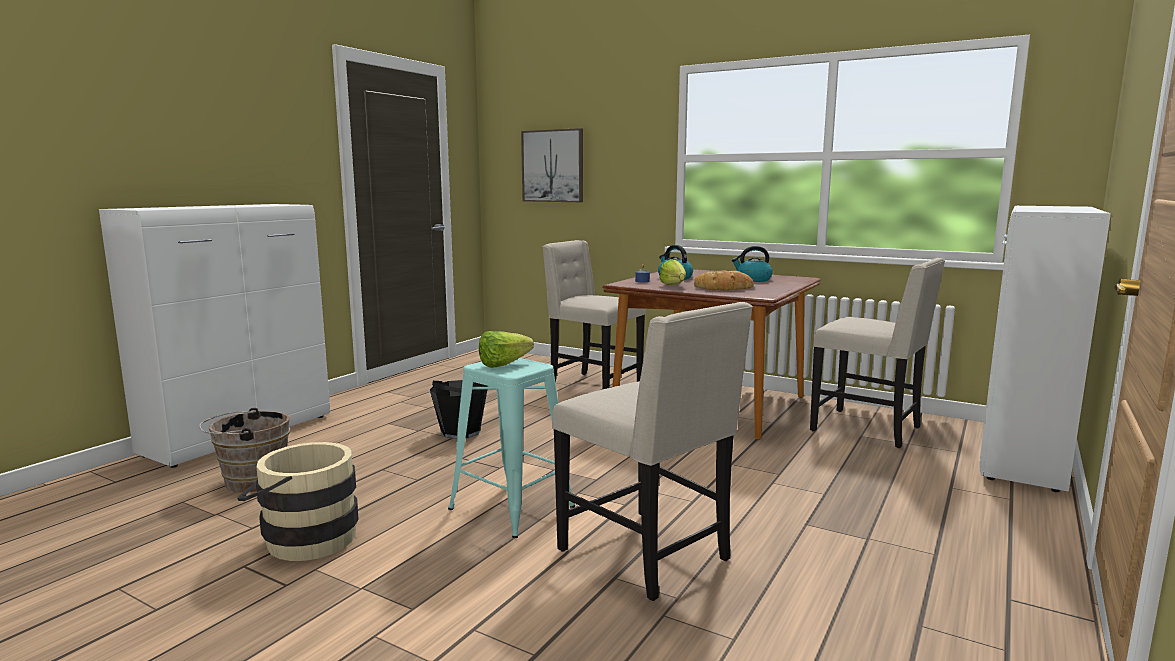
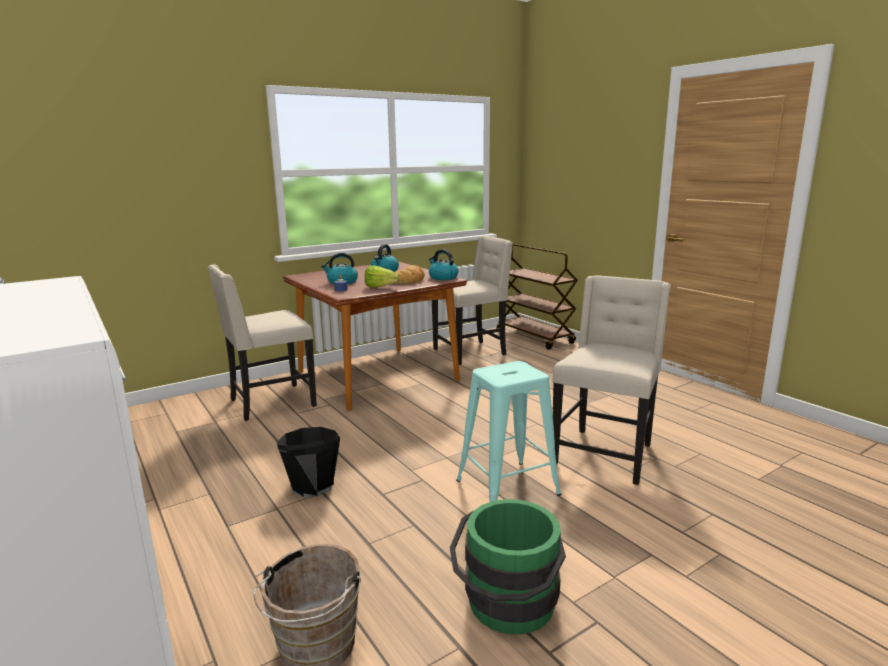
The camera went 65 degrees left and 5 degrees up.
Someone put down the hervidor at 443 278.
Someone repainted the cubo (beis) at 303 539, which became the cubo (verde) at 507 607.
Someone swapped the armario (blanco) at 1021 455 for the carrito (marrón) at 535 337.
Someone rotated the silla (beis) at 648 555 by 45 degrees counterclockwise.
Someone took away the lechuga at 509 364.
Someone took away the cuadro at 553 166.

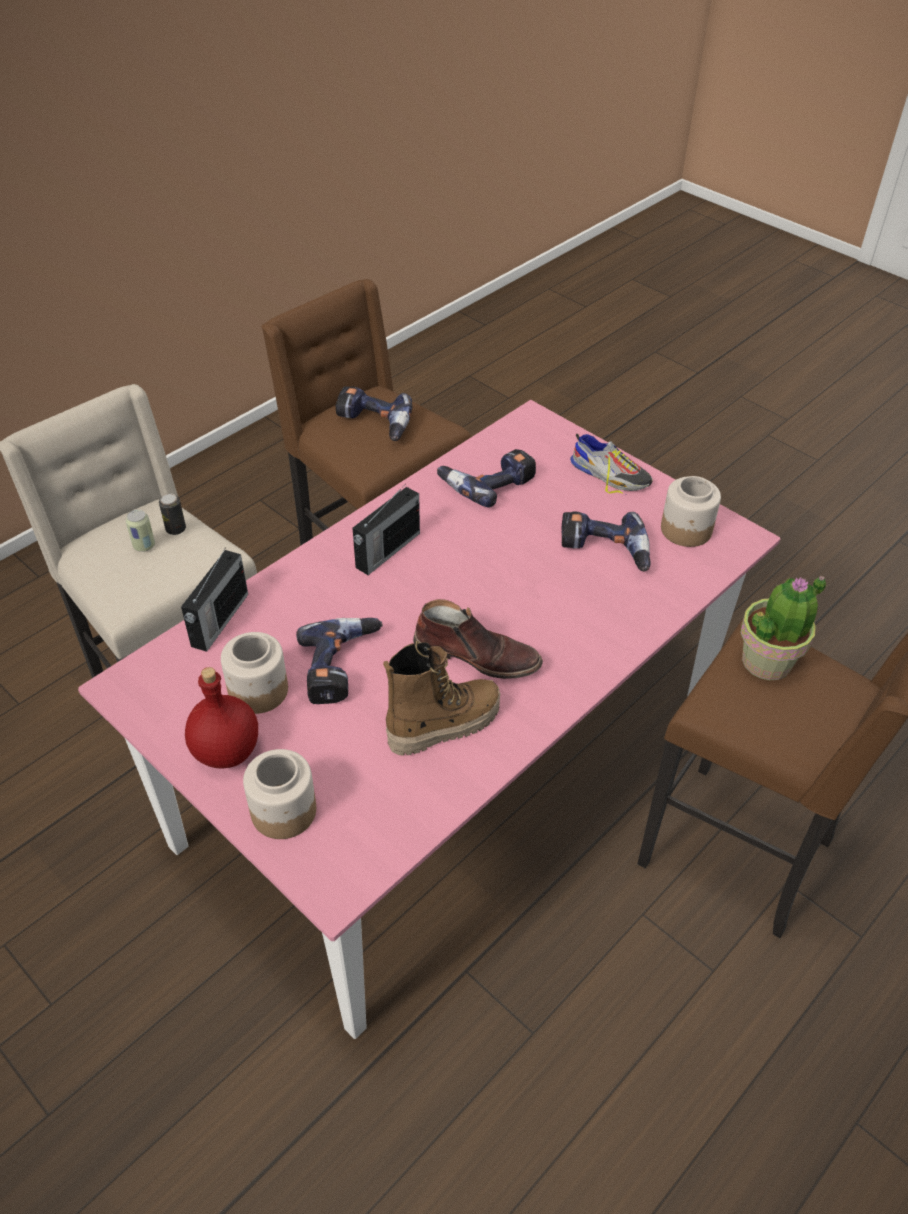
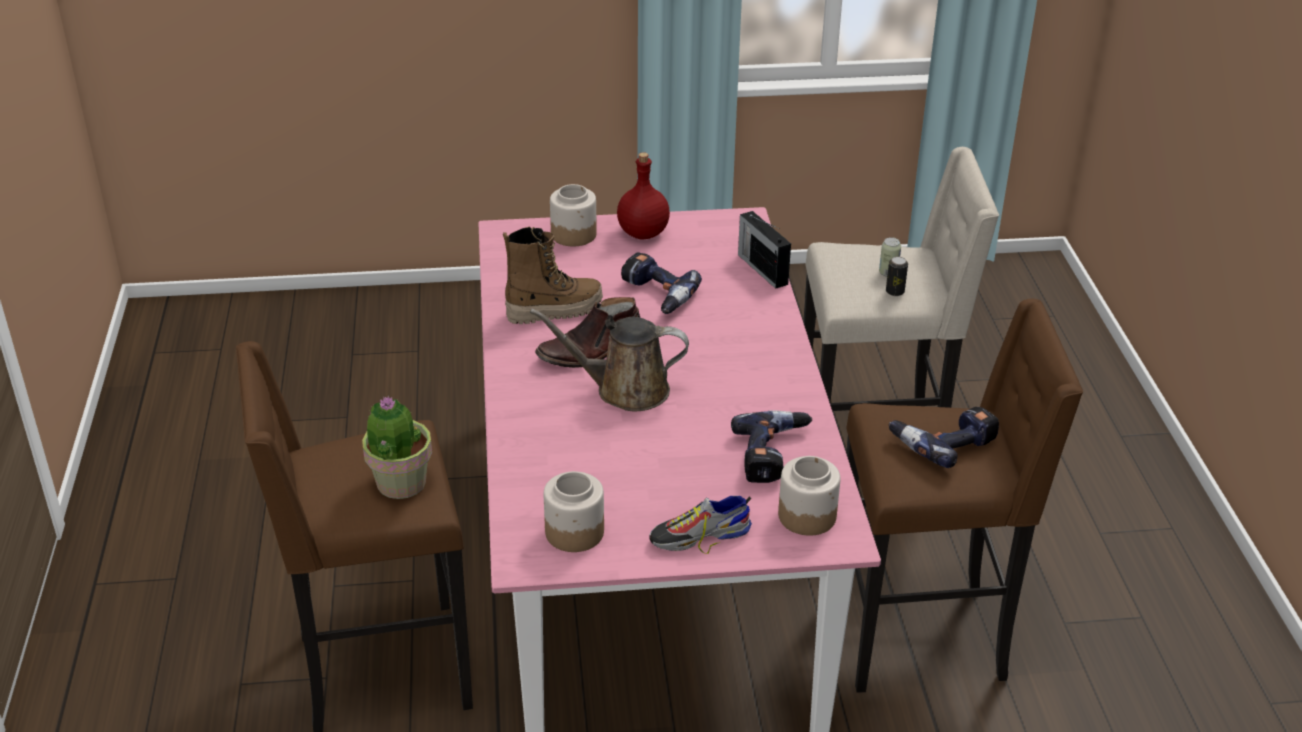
The camera went 130 degrees right and 10 degrees down.
Someone rotated the bota at 444 724 by 120 degrees counterclockwise.
Someone put down the regadera (marrón) at 625 390.
Someone carried the tarro from 257 691 to 807 515.
Someone took away the radio at 386 551.
Someone took away the taladro at 603 552.

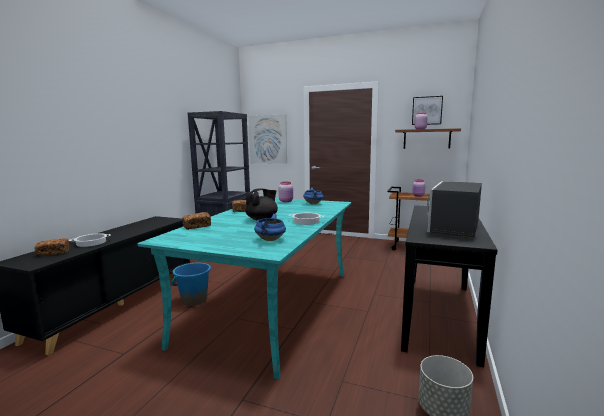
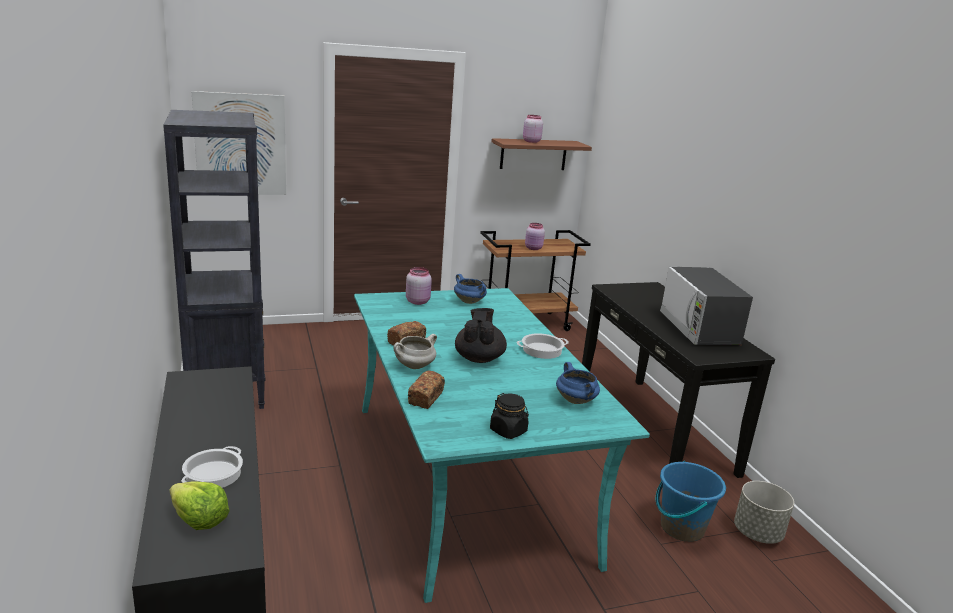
The camera went 40 degrees left and 10 degrees up.
Someone swapped the pan at 53 253 for the lechuga at 199 519.
Someone put down the olla (blanco) at 414 366.
Someone put down the tarro (negro) at 508 431.
Someone carried the cubo (azul) from 194 300 to 681 528.
Someone took away the cuadro at 427 110.

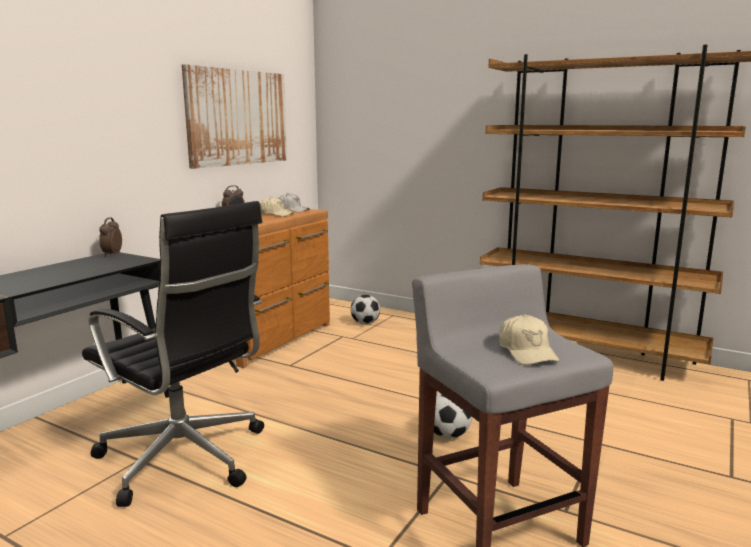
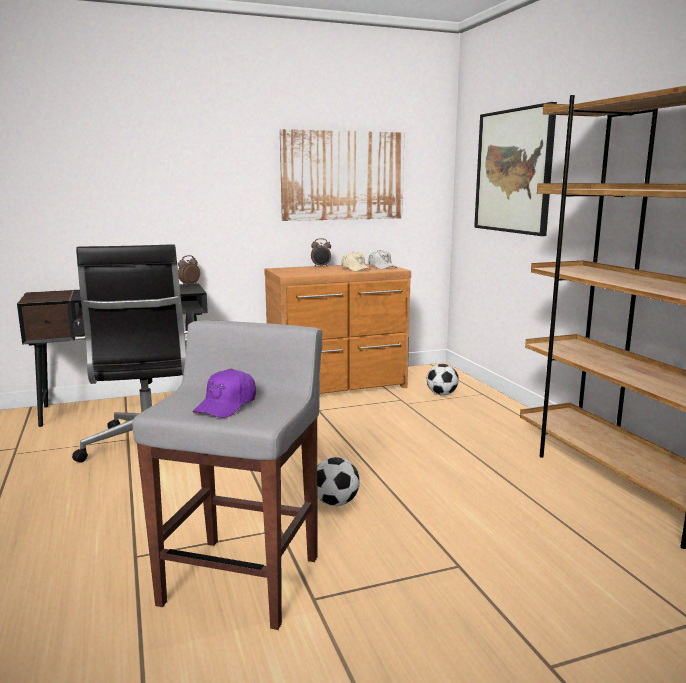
The camera went 40 degrees right and 0 degrees up.
Someone repainted the gorra (beis) at 527 352, which became the gorra (morado) at 227 405.
Someone put up the cuadro at 513 171.

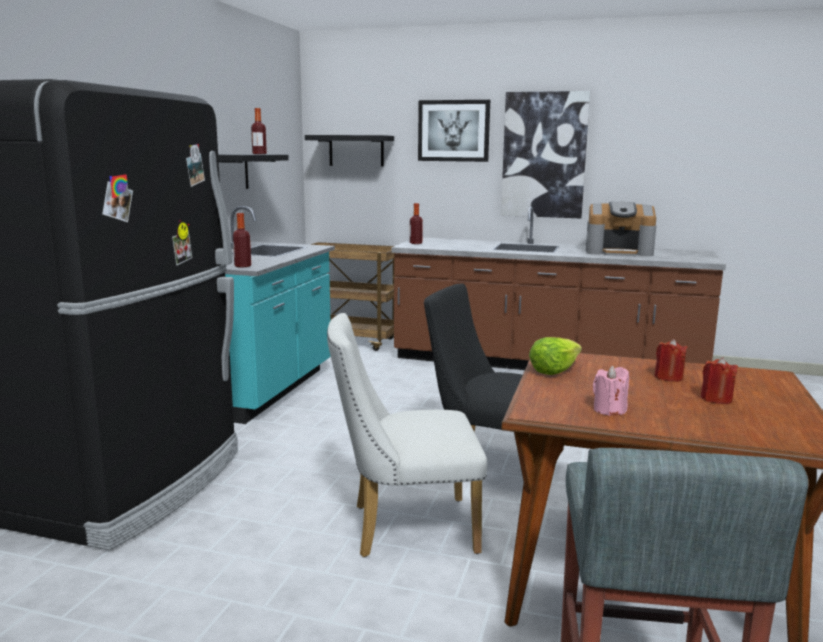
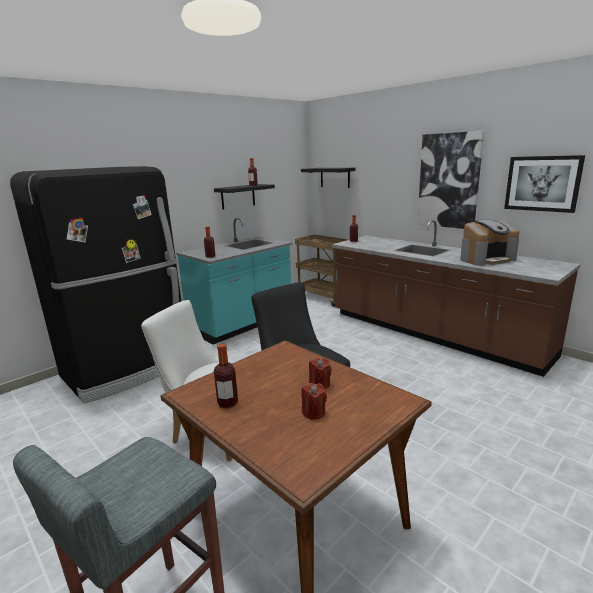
The camera went 30 degrees right and 5 degrees up.
Someone swapped the vela (rosa) at 609 410 for the botella at 227 403.
Someone rotated the cafetera at 619 252 by 60 degrees counterclockwise.
Someone carried the cuadro from 453 131 to 542 183.
Someone took away the lechuga at 553 370.

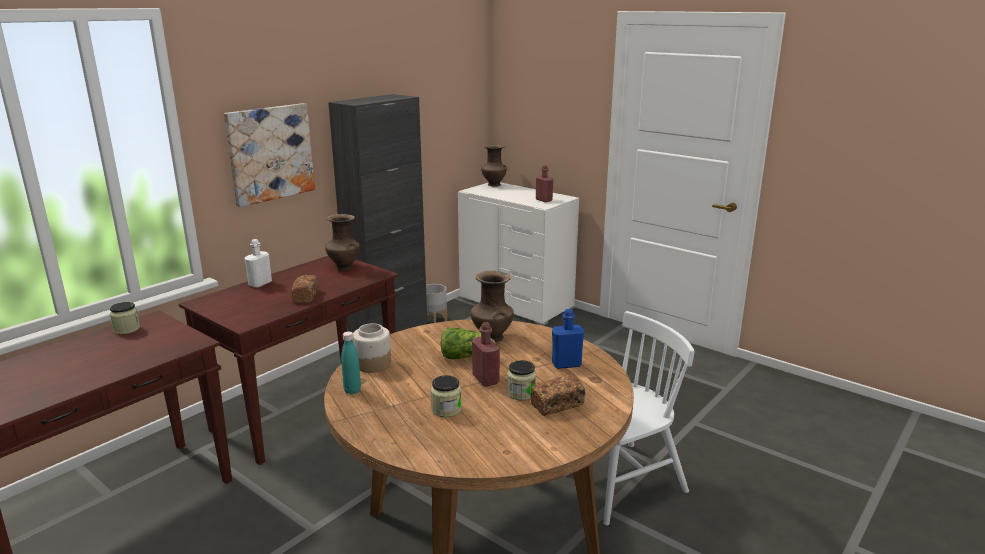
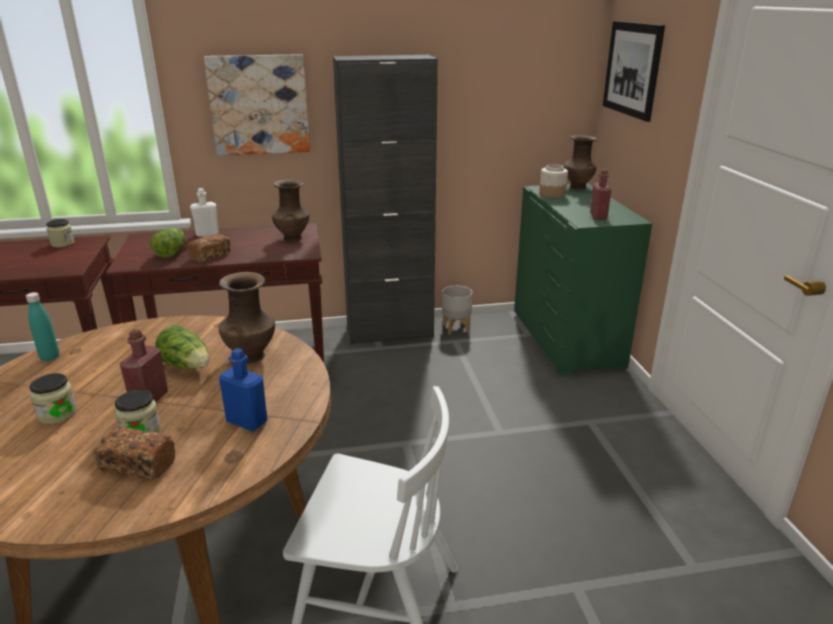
The camera went 40 degrees right and 5 degrees up.
Someone put down the lechuga at 171 252.
Someone repainted the cómoda (blanco) at 516 303, which became the cómoda (verde) at 567 339.
Someone carried the tarro from 372 364 to 552 194.
Someone put up the cuadro at 632 69.

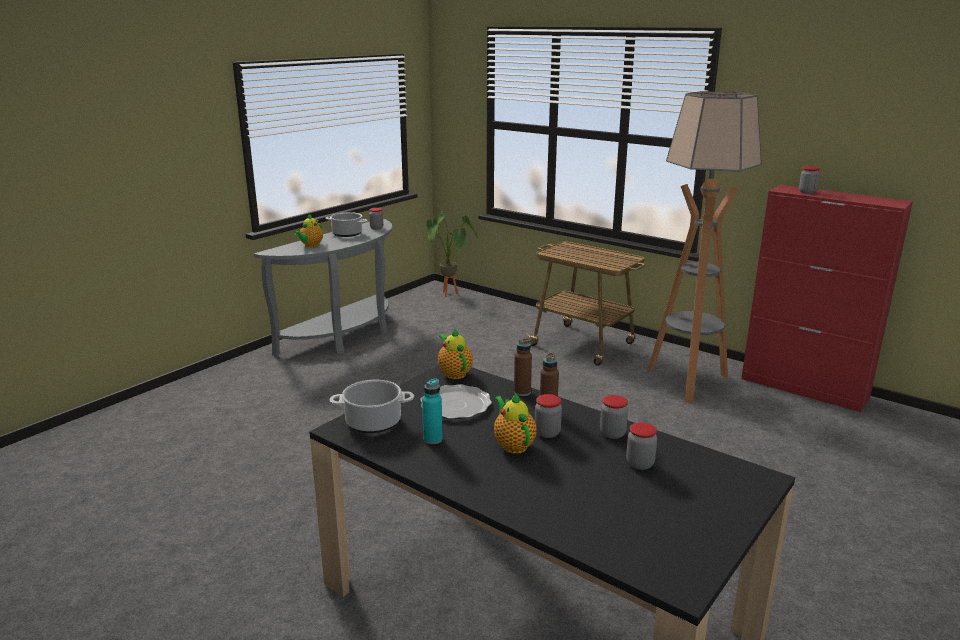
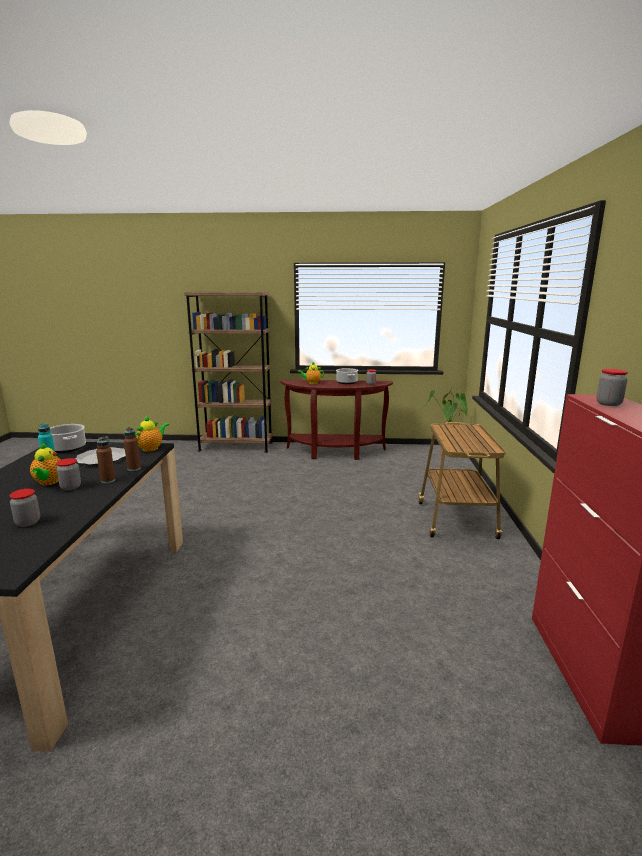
The camera went 55 degrees right and 5 degrees down.
Someone rotated the tetera at 513 445 by 135 degrees clockwise.
Someone put down the estantería (marrón) at 236 446.
Someone repainted the mesa consola (gris) at 345 337, which became the mesa consola (marrón) at 335 453.
Someone took away the tarro at 612 433.
Someone took away the lámpara de pie at 687 381.

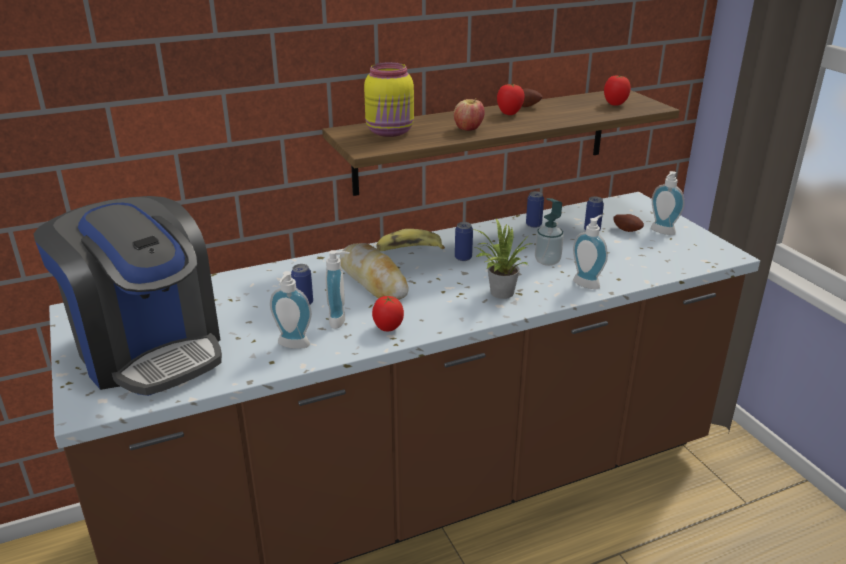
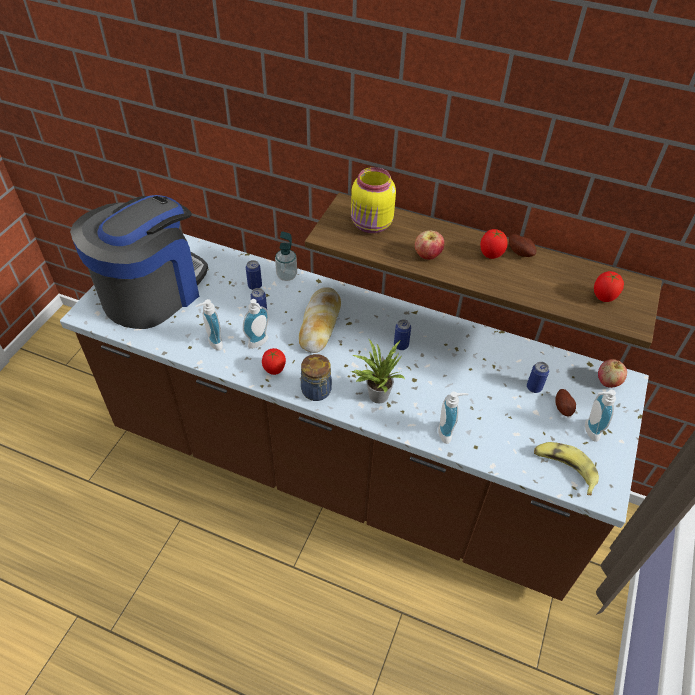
The camera went 45 degrees right and 20 degrees up.
Someone rotated the cafetera at 148 349 by 150 degrees counterclockwise.
Someone carried the lata from 533 225 to 255 286.
Someone carried the dispensador de jabón from 547 261 to 286 275.
Someone put down the tarro at 317 392.
Someone carried the plátano from 409 250 to 564 468.
Someone put down the manzana at 608 381.

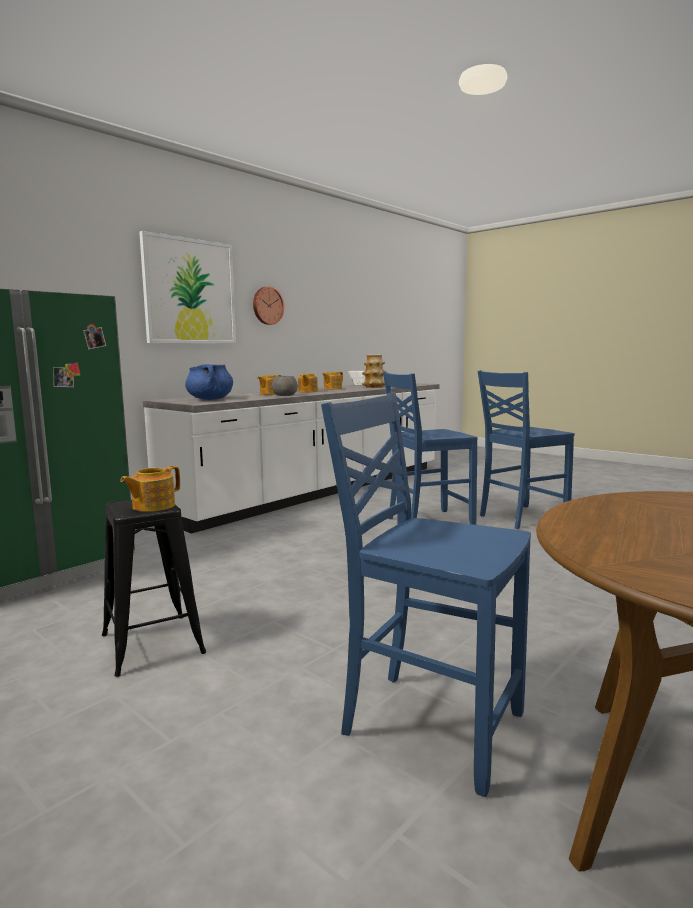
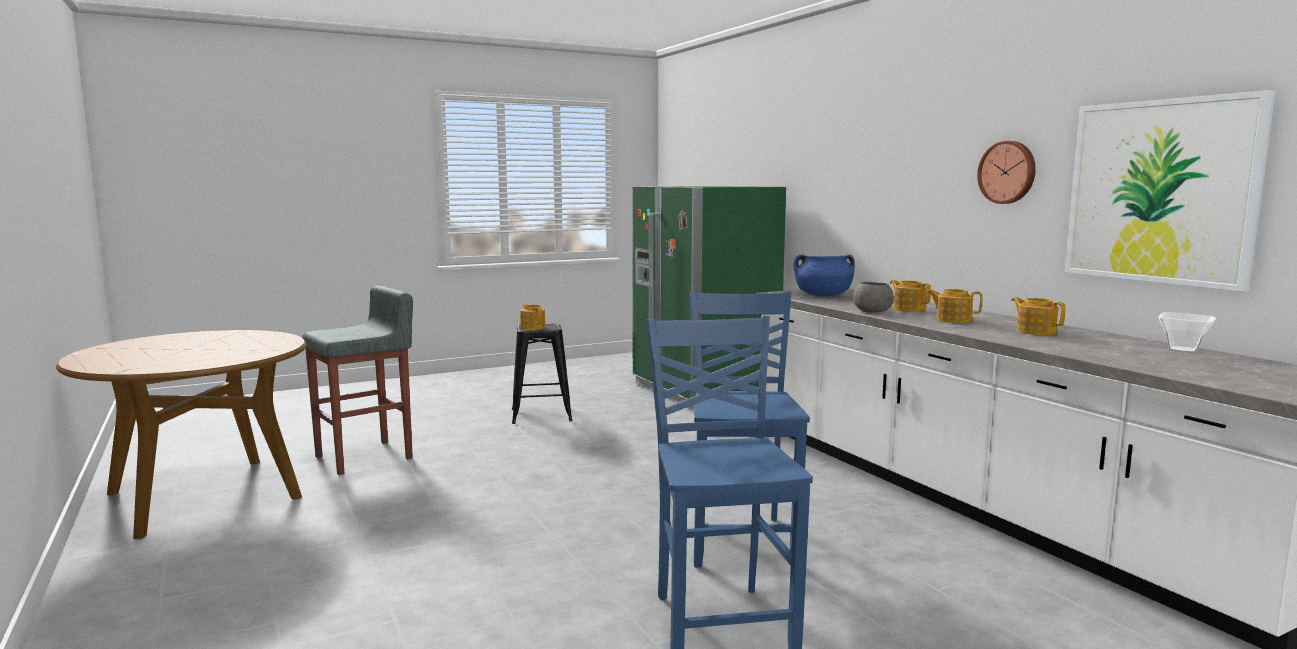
The camera went 110 degrees right and 0 degrees up.
Someone swapped the silla (azul) at 429 724 for the taburete (gris) at 366 457.
Someone carried the cuadro from 190 291 to 1160 191.
Someone took away the florero at 374 387.

